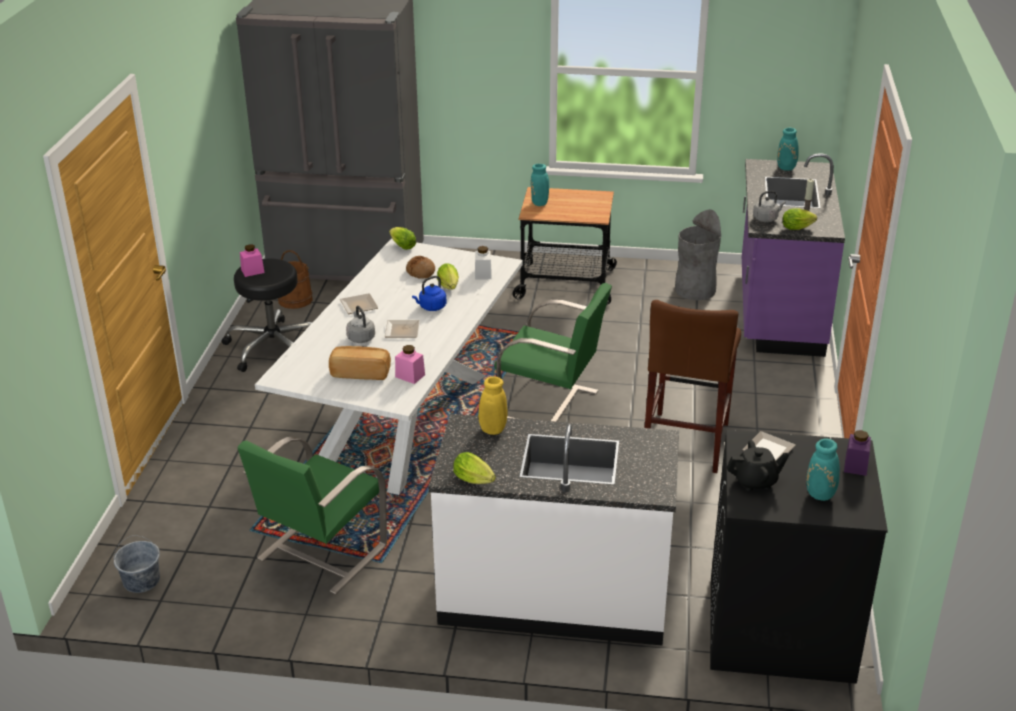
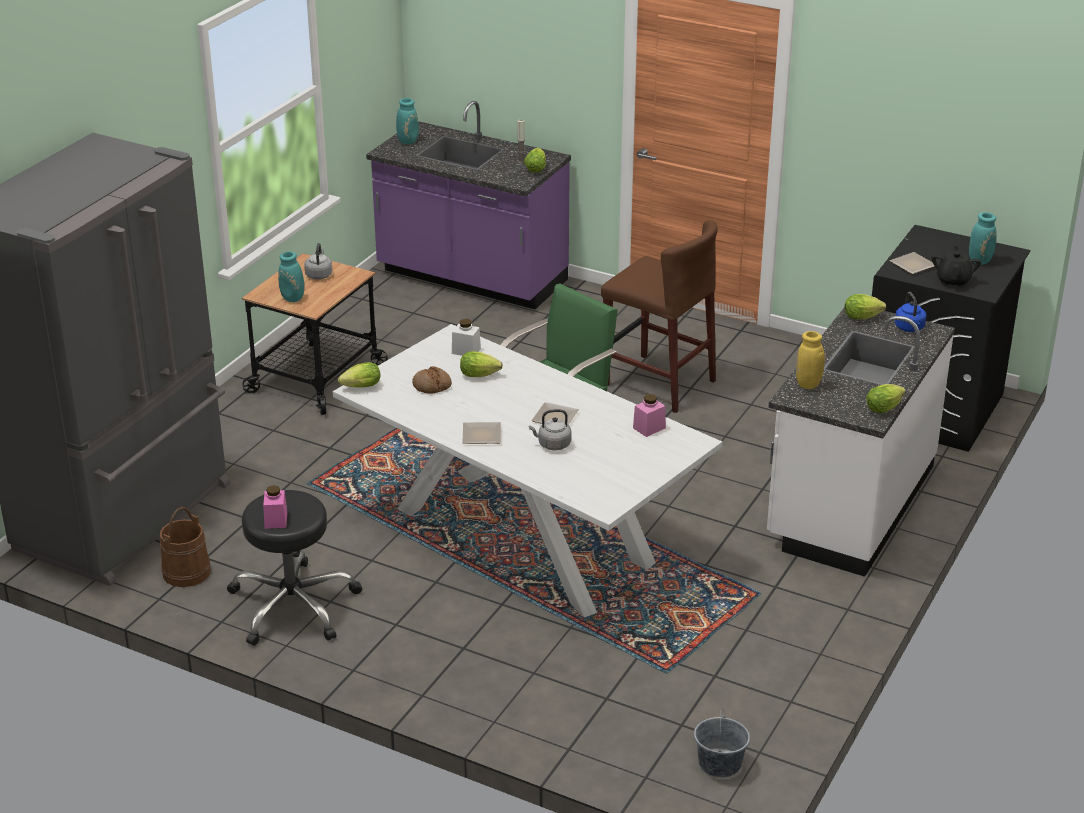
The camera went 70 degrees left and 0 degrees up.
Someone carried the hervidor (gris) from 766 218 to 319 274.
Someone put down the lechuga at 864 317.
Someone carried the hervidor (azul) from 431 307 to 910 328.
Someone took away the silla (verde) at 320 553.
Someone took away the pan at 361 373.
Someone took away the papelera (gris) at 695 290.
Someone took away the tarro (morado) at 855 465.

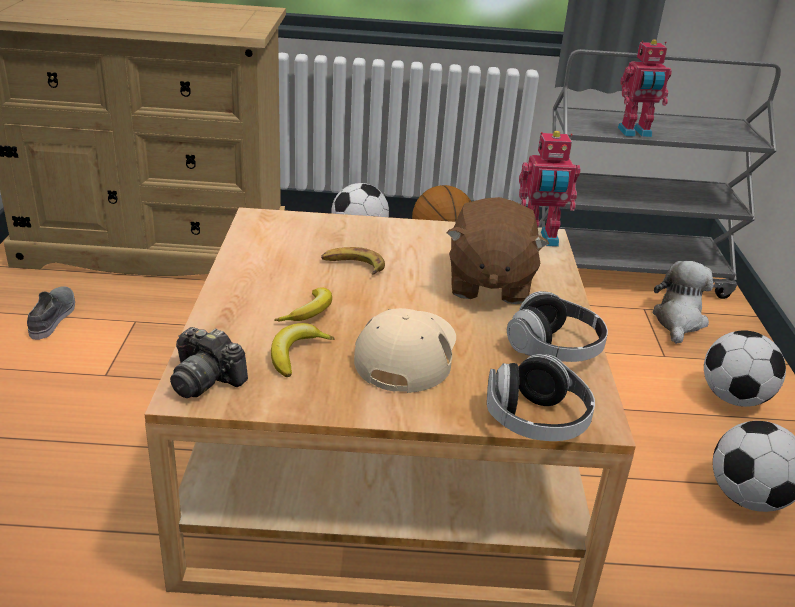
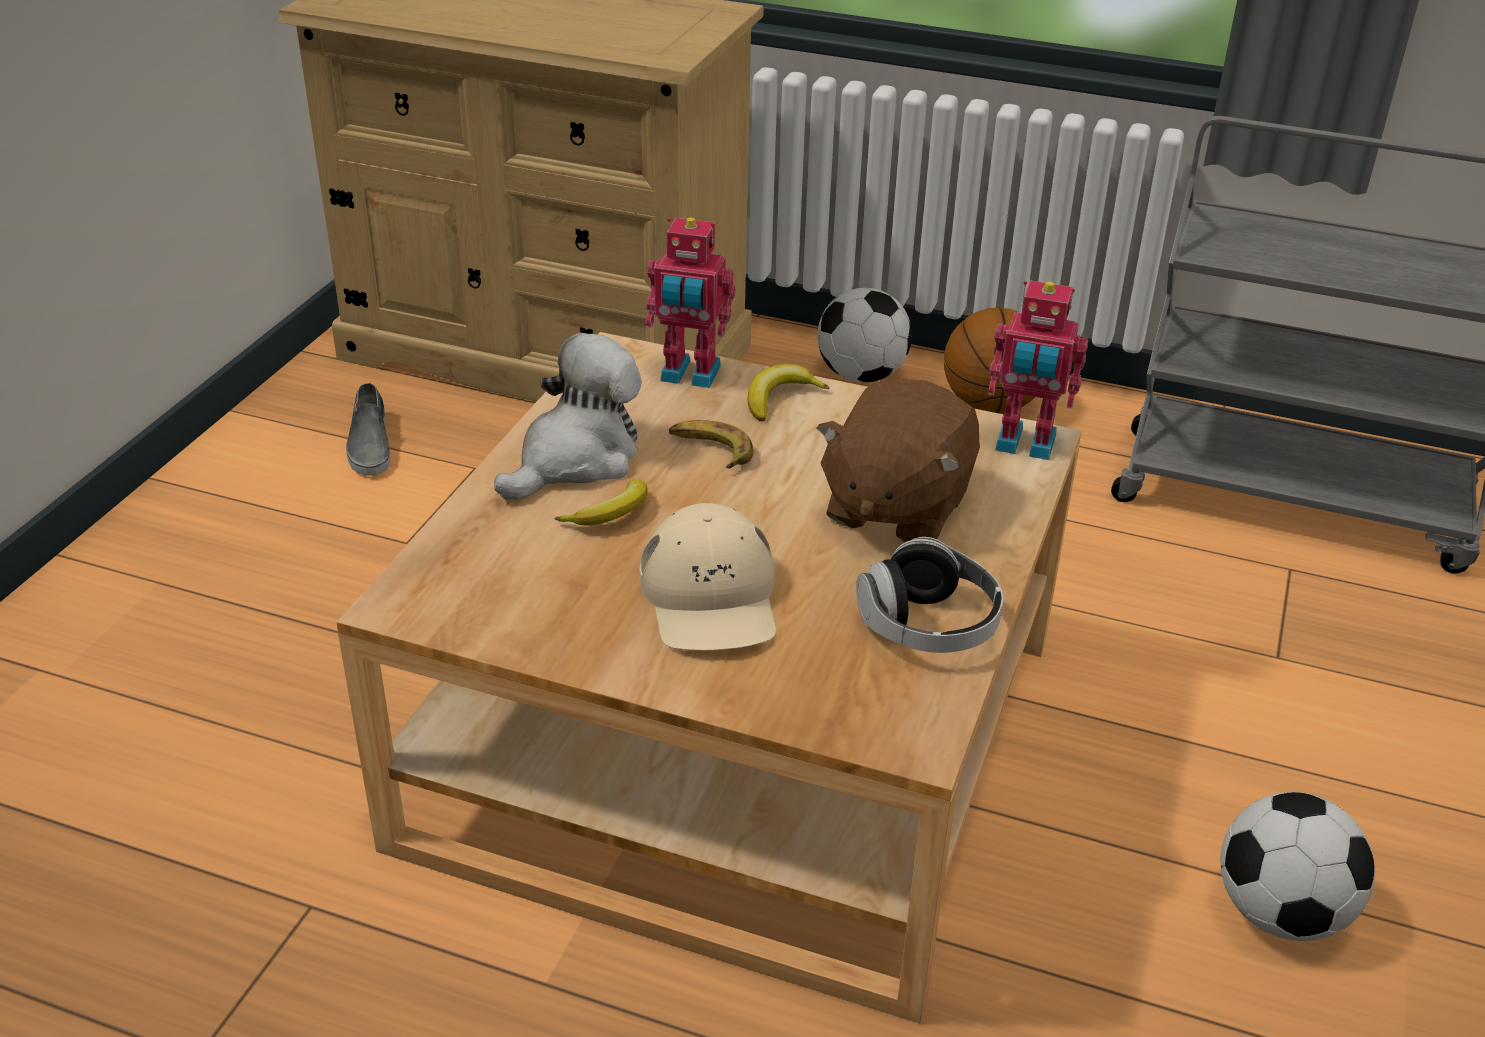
The camera went 20 degrees right and 5 degrees up.
Someone rotated the zapato (gris) at 53 317 by 150 degrees clockwise.
Someone carried the peluche from 678 321 to 576 459.
Someone rotated the gorra (beis) at 407 353 by 135 degrees clockwise.
Someone carried the robot de juguete from 635 133 to 689 375.
Someone carried the plátano from 296 354 to 779 399.
Someone took away the cámara at 205 380.
Someone took away the auriculares at 536 421.
Someone took away the balón de fútbol at 734 398.

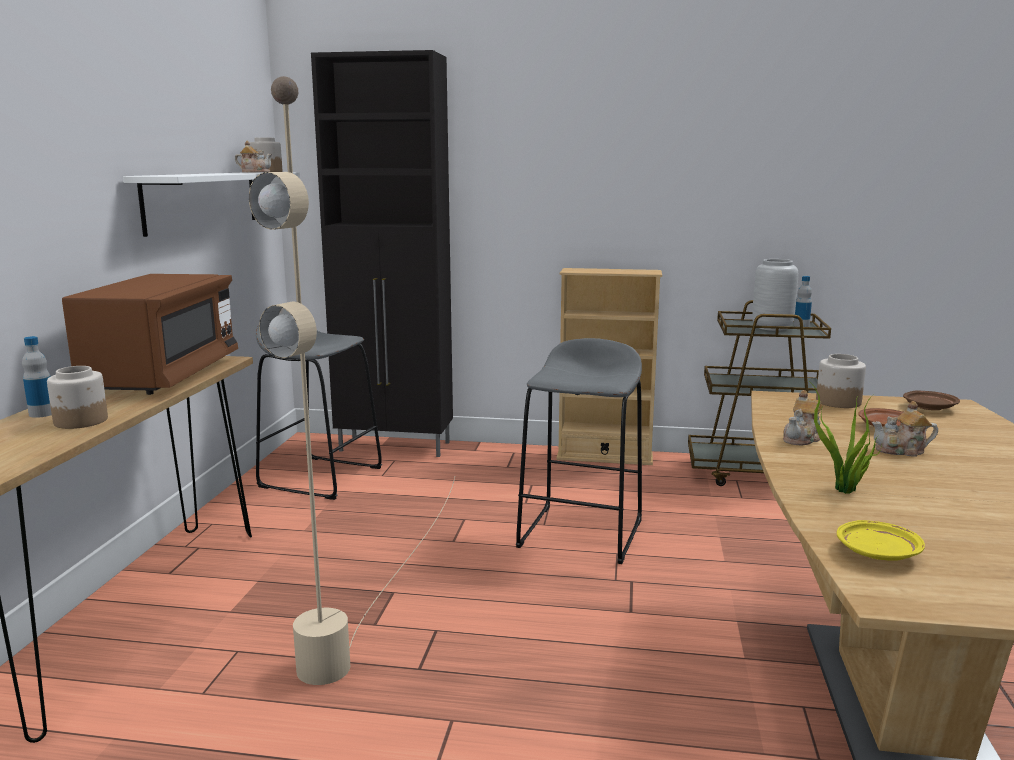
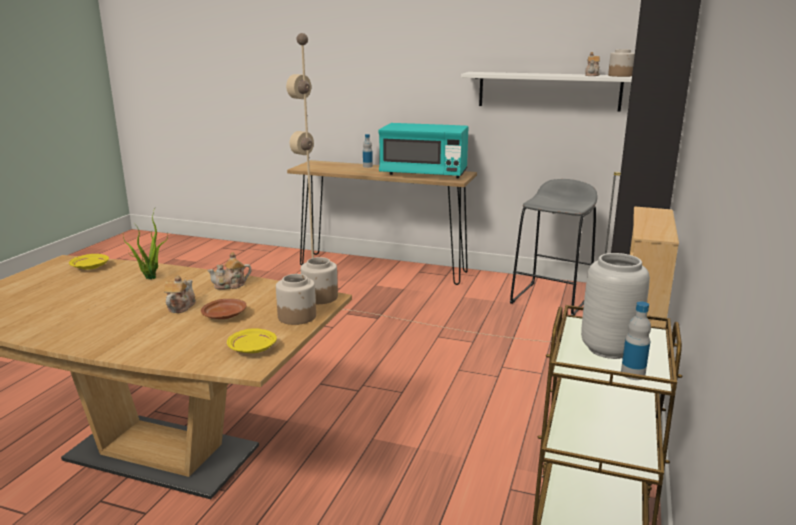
The camera went 100 degrees right and 5 degrees up.
Someone rotated the tetera at 802 439 by 75 degrees counterclockwise.
Someone repainted the plato (marrón) at 929 408, which became the plato (amarillo) at 252 349.
Someone carried the tarro from 81 421 to 319 297.
Someone repainted the microondas (marrón) at 164 376, which became the microondas (turquesa) at 423 174.
Someone took away the taburete (gris) at 581 533.

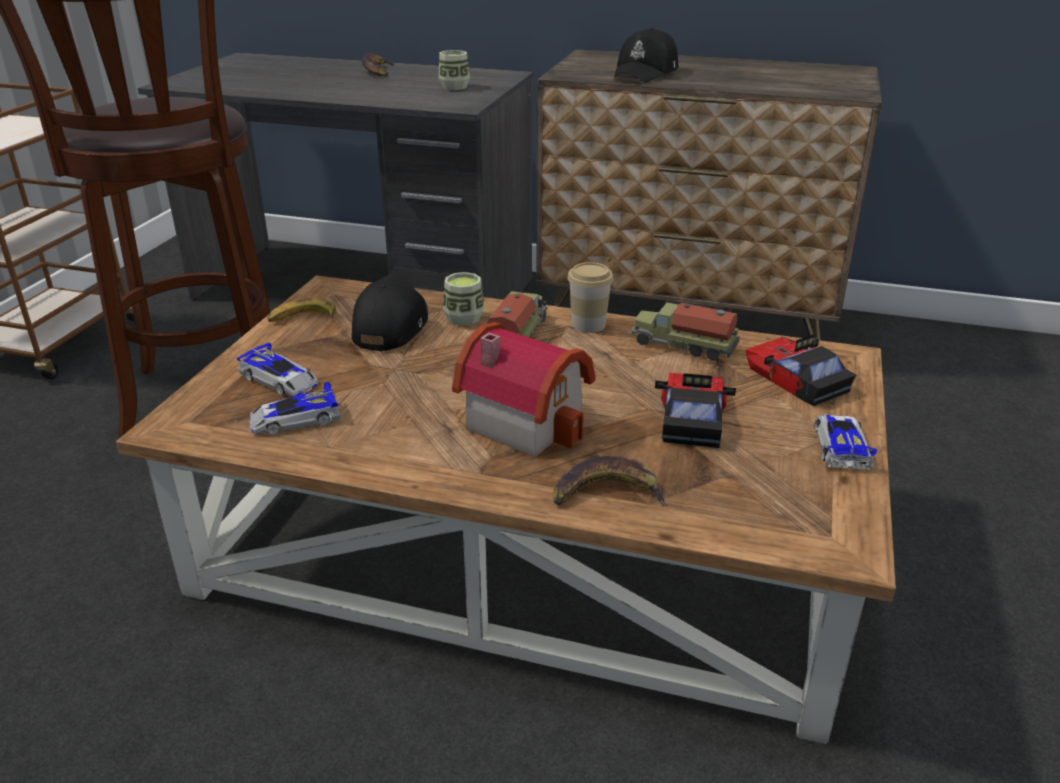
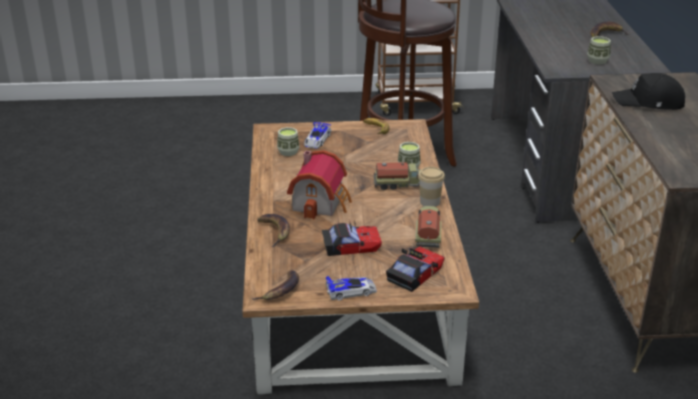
The camera went 70 degrees right and 0 degrees up.
Someone put down the plátano at 281 290.
Someone swapped the coche de juguete at 295 419 for the taza at 288 152.
Someone took away the gorra (negro) at 391 326.

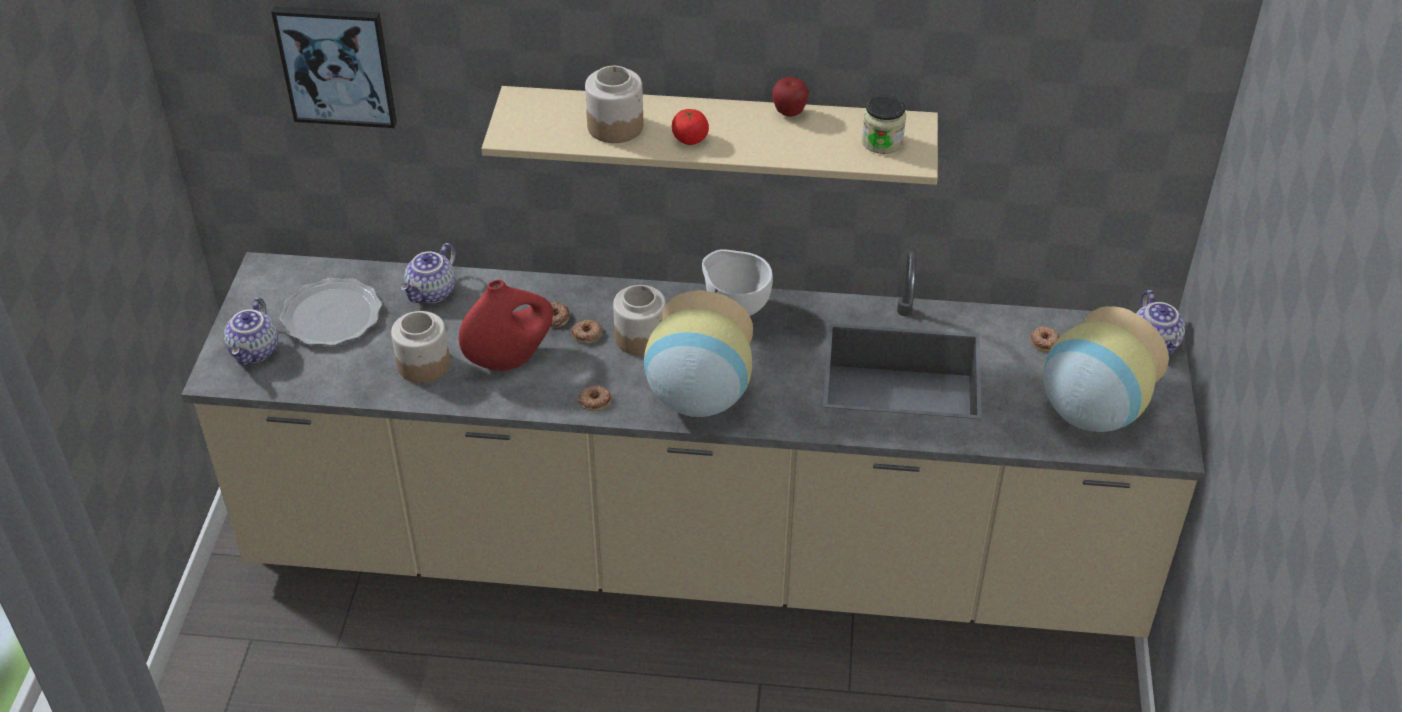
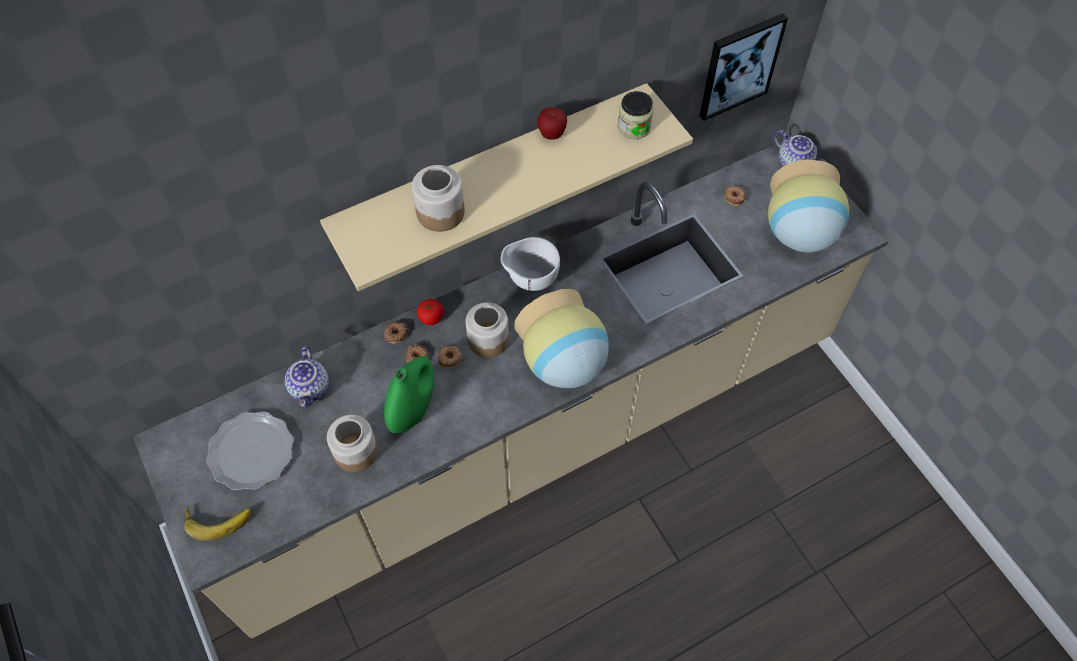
The camera went 35 degrees left and 15 degrees up.
Someone swapped the tetera at 256 351 for the plátano at 218 518.
Someone carried the rosquilla from 594 400 to 396 333.
Someone repainted the florero (rojo) at 510 358, which became the florero (verde) at 413 409.
Someone carried the tomate from 690 139 to 431 317.
Someone carried the cuadro from 337 65 to 739 66.

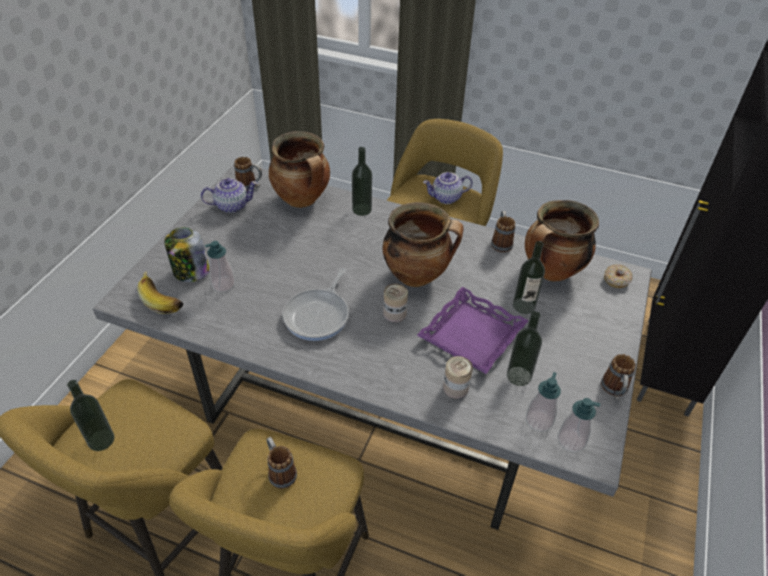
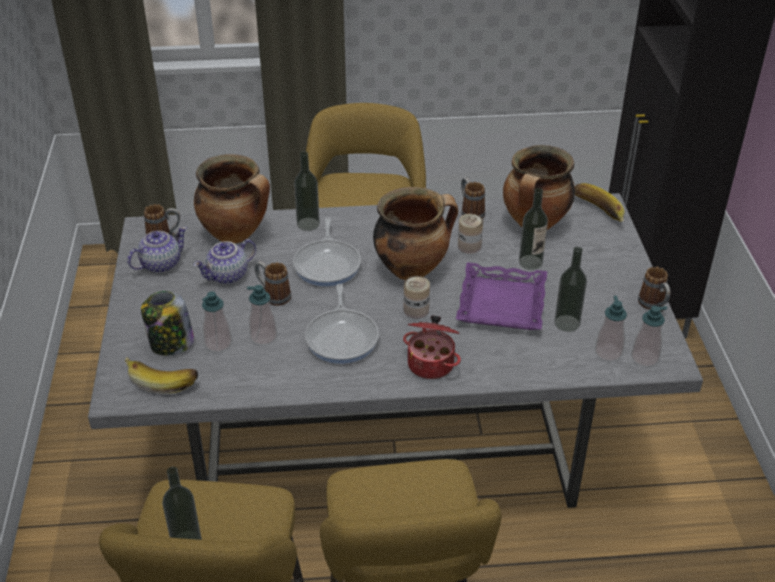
The camera went 25 degrees left and 5 degrees down.
Someone carried the tetera from 446 198 to 228 276.
Someone put down the dispensador de jabón at 263 337.
Someone carried the taza grande from 280 471 to 273 295.
Someone put down the sartén at 328 264.
Someone put down the olla at 431 363.
Someone carried the lata from 455 388 to 469 246.
Someone swapped the rosquilla at 616 280 for the plátano at 597 212.

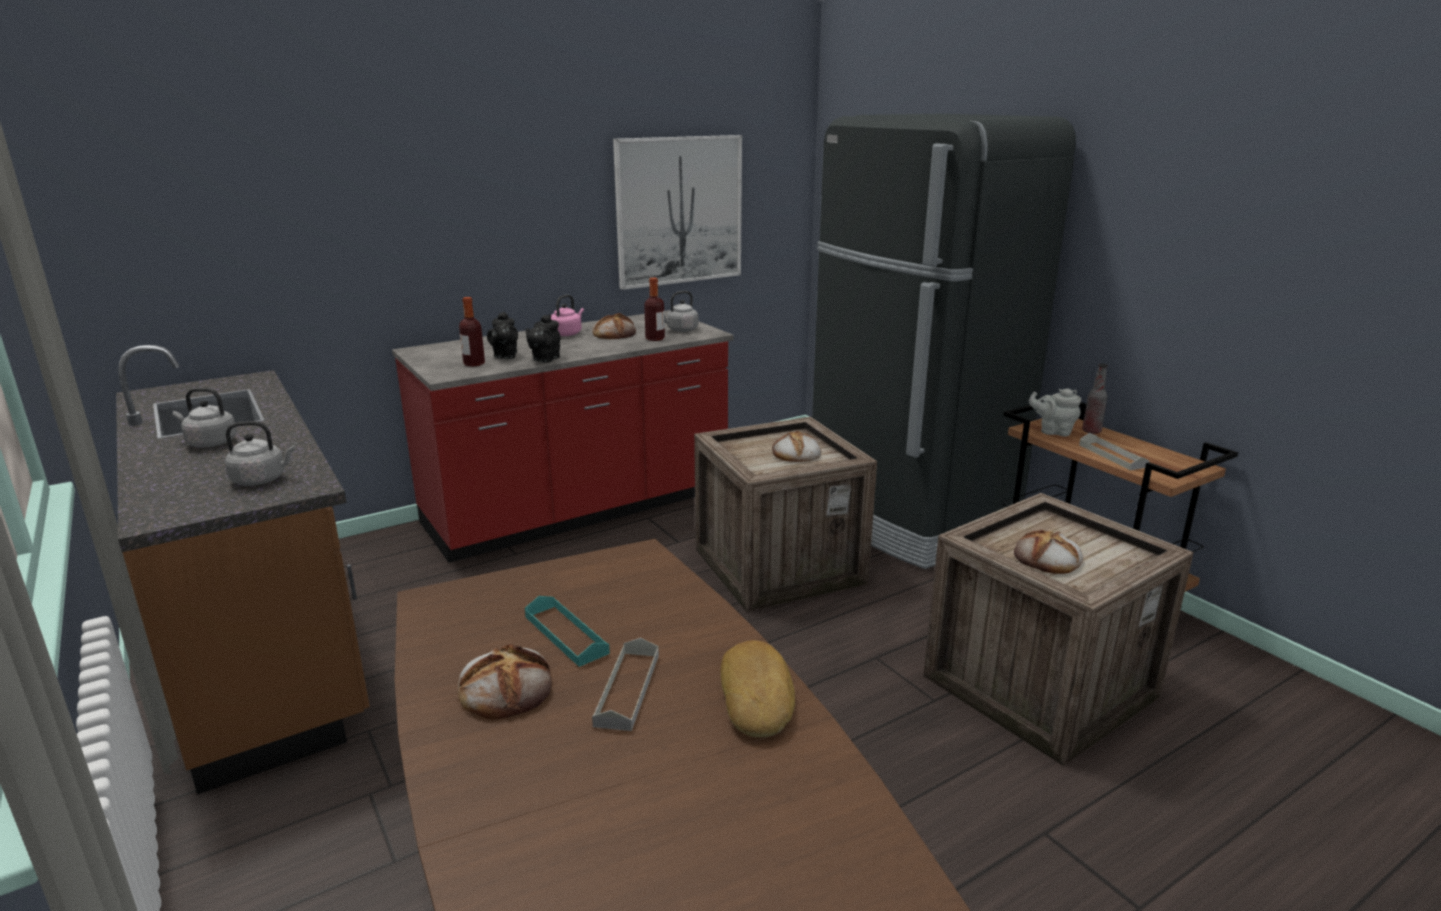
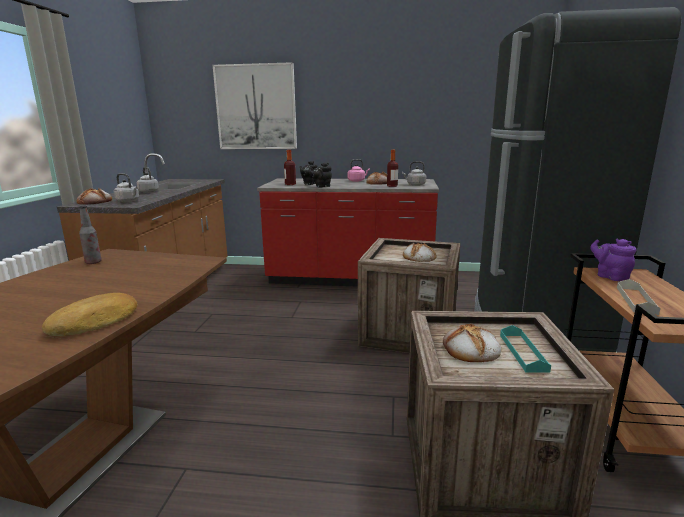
The camera went 40 degrees right and 5 degrees down.
Someone carried the pan from 506 688 to 95 202.
Someone carried the botella from 1091 431 to 93 262.
Someone carried the cuadro from 679 211 to 256 107.
Someone carried the bandeja (turquesa) from 566 634 to 523 352.
Someone repainted the tetera (gris) at 1053 431, which became the tetera (morado) at 610 276.
Someone took away the bandeja (gris) at 627 689.

